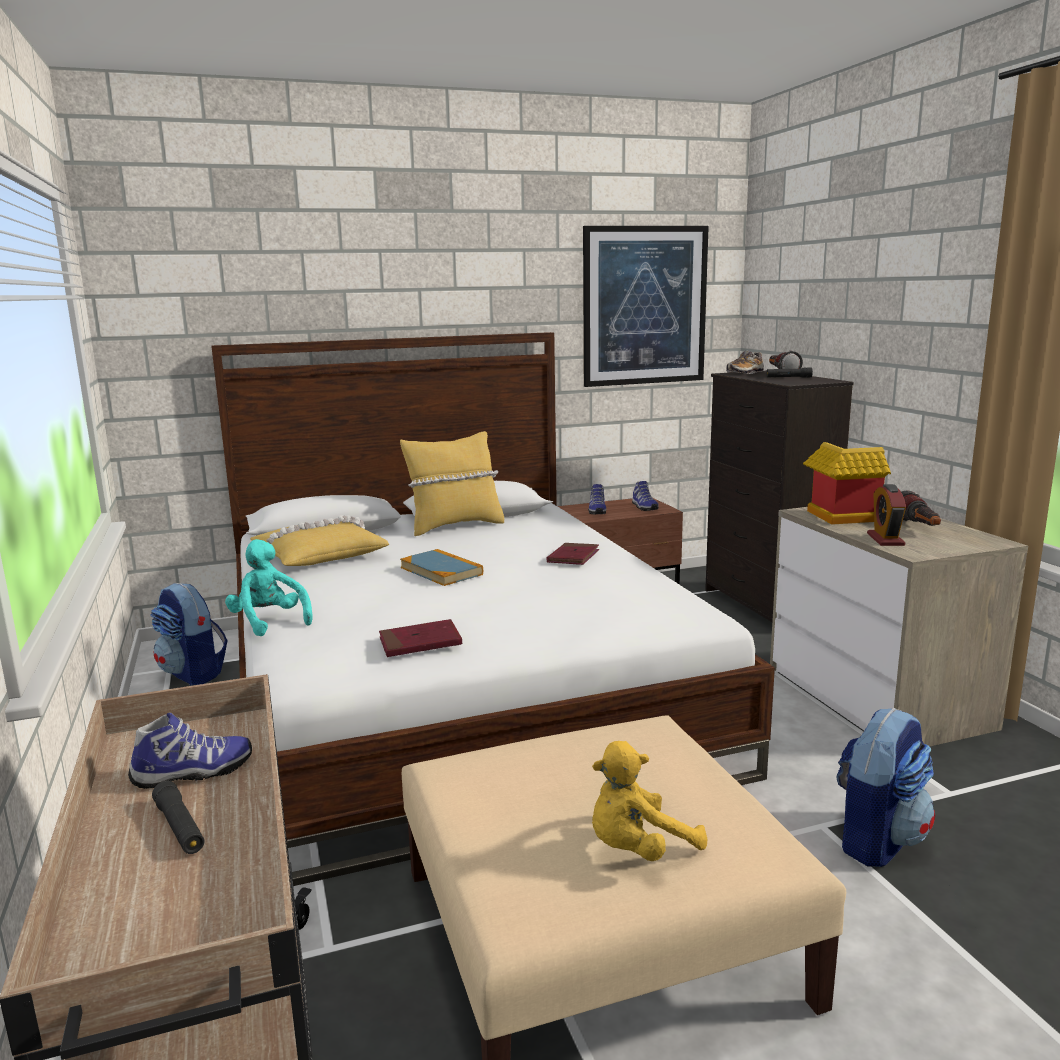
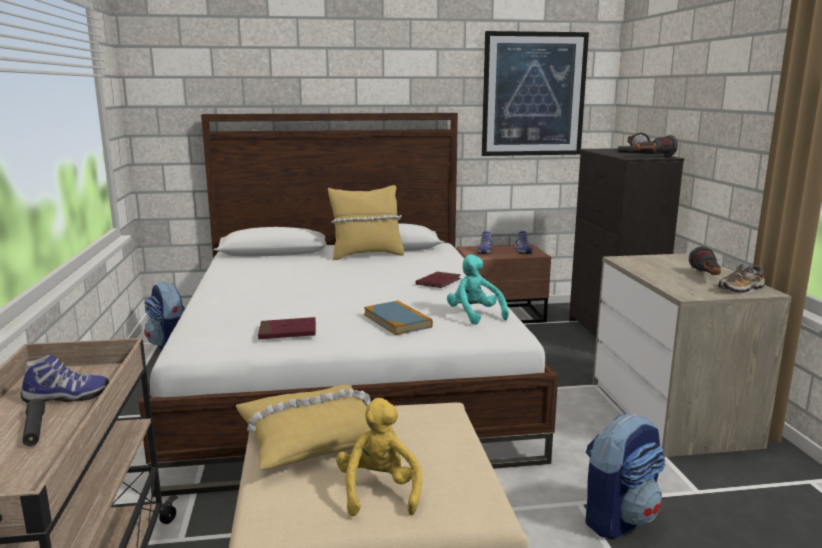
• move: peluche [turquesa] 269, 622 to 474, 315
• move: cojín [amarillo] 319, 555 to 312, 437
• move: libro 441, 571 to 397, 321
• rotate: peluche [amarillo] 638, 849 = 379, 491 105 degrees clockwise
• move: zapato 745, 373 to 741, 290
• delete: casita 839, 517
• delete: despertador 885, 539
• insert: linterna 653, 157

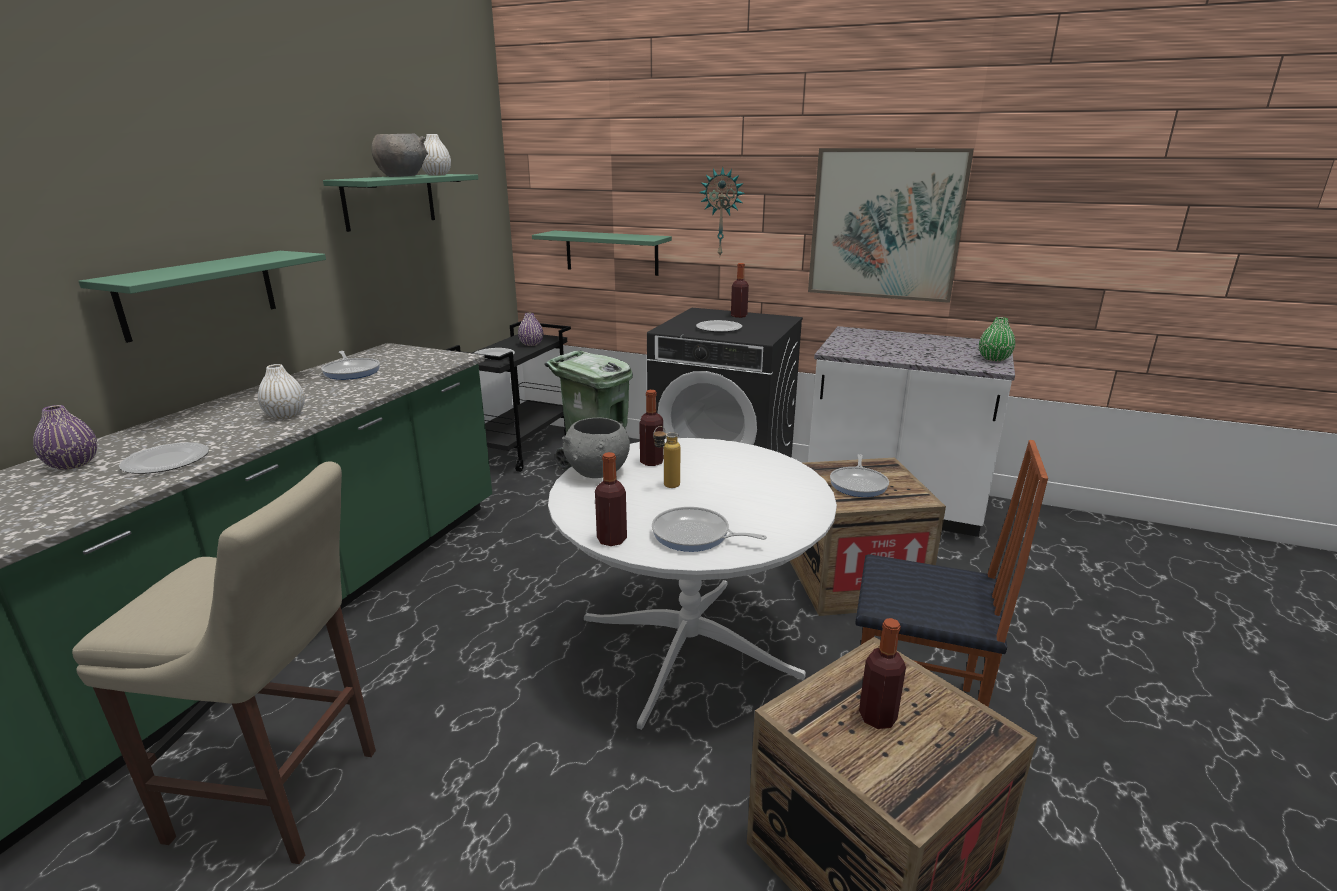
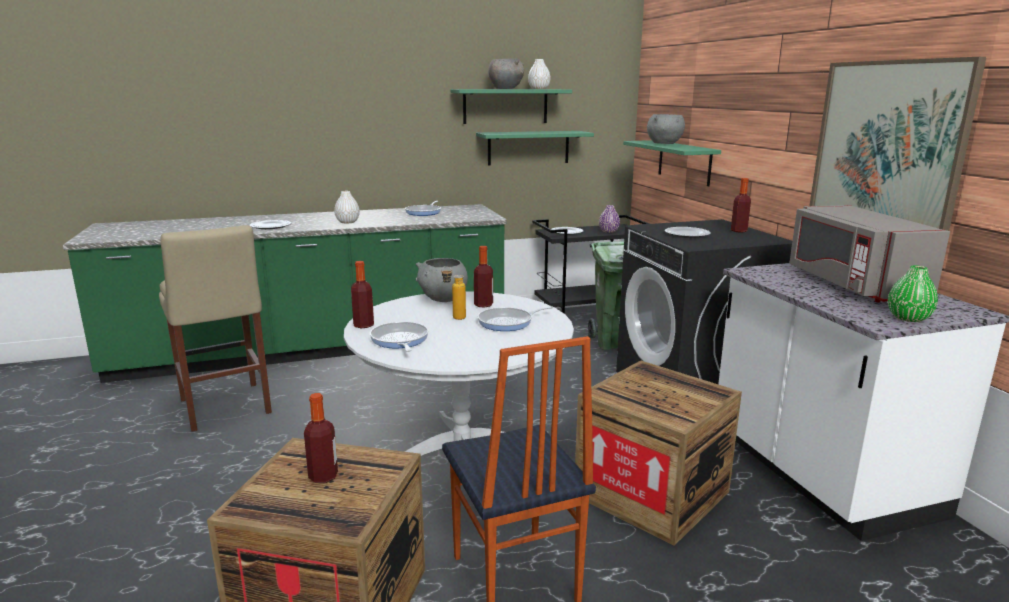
• delete: florero [morado] 73, 464
• move: estante [verde] 199, 294 to 528, 147
• delete: reloj de pared 722, 212
• move: sartén 859, 484 to 508, 322
• insert: cuenco [gris] 664, 144
• insert: microondas [gris] 852, 285

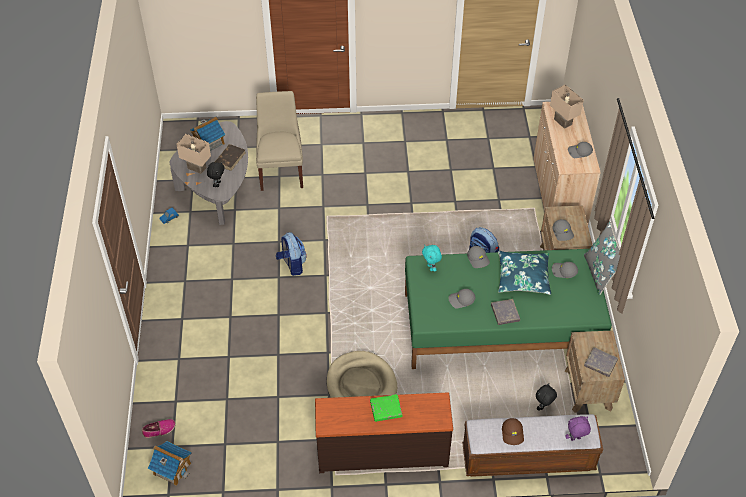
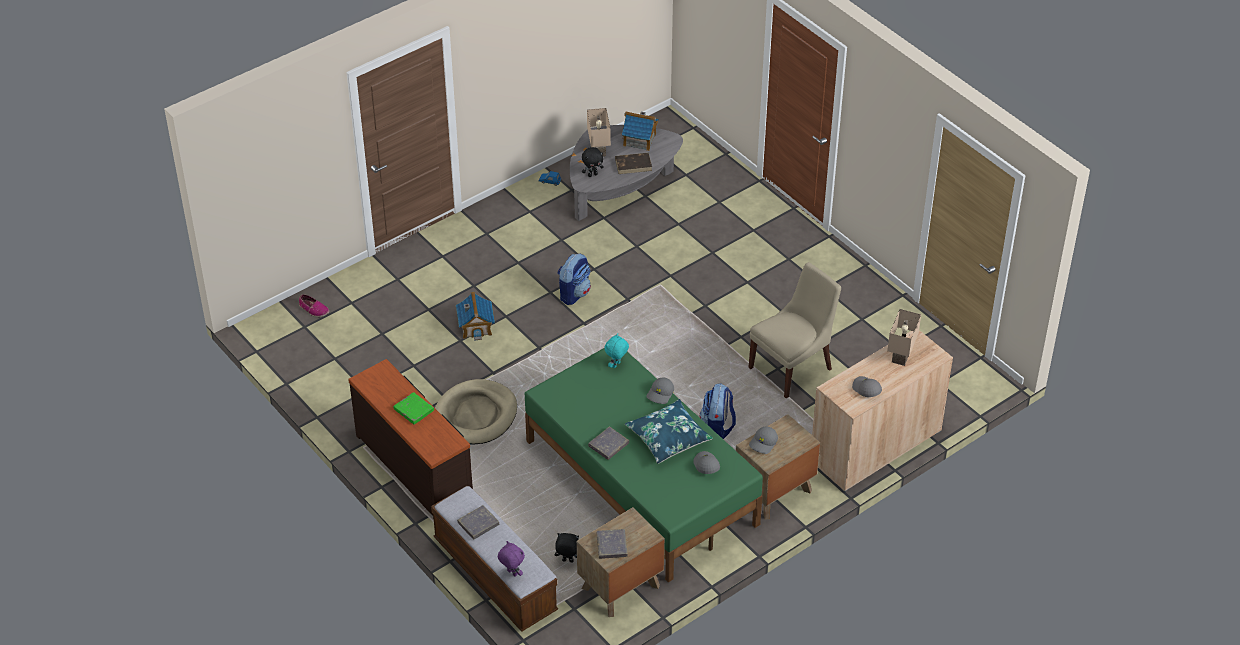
• move: casita 172, 468 to 476, 326
• move: silla [beis] 281, 170 to 792, 367
• delete: gorra [gris] 461, 300
• replace: gorra [marrón] 513, 434 to libro [gris] 478, 524
• delete: cojín [gris] 600, 273

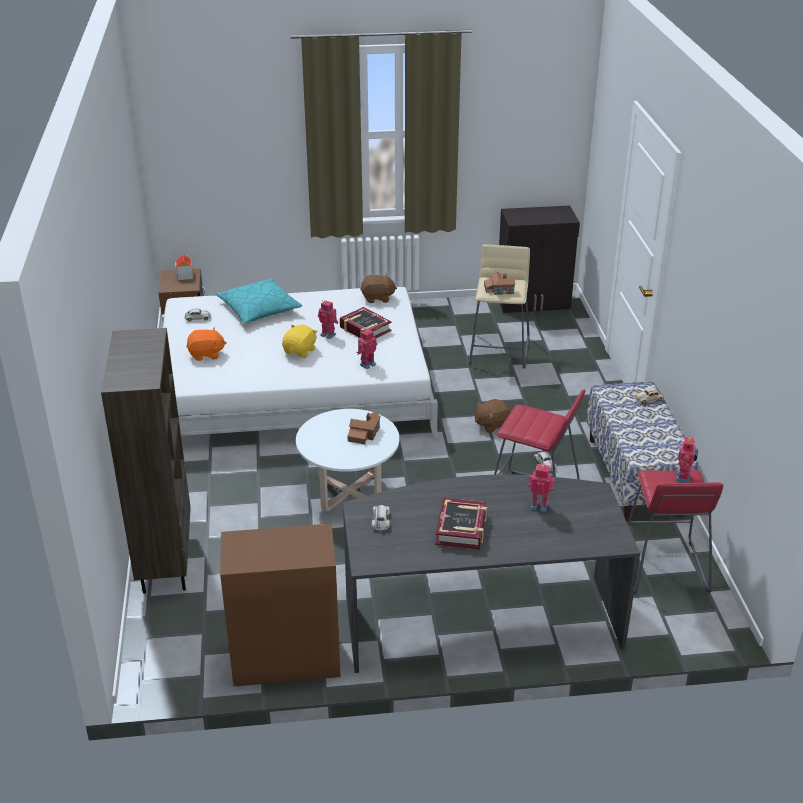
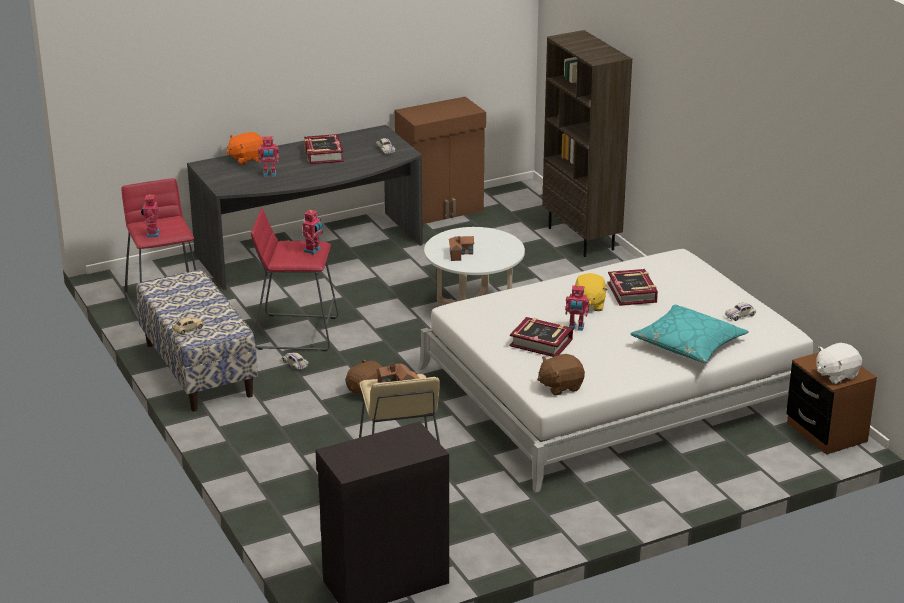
• replace: casita 185, 275 to peluche [blanco] 836, 375
• move: peluche [naranja] 206, 354 to 246, 159
• move: robot de juguete 367, 364 to 313, 250
• insert: libro 632, 293

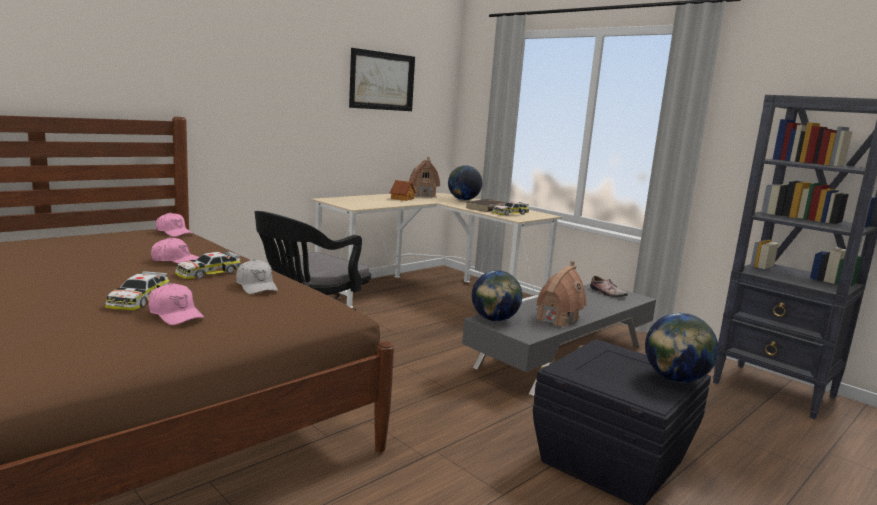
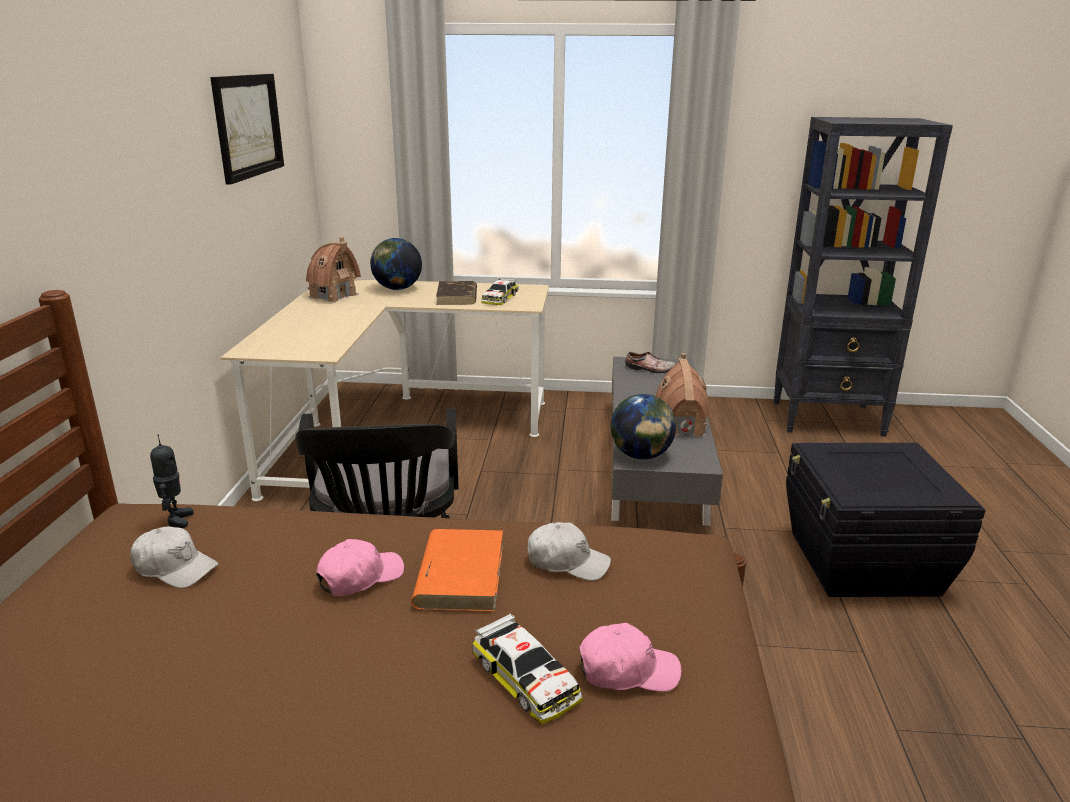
• replace: gorra [rosa] 174, 232 to robot de juguete 176, 520
• replace: coche de juguete 208, 273 to libro [naranja] 460, 574
• delete: casita 402, 198
• delete: globo terráqueo 675, 379
• insert: gorra [blanco] 174, 567

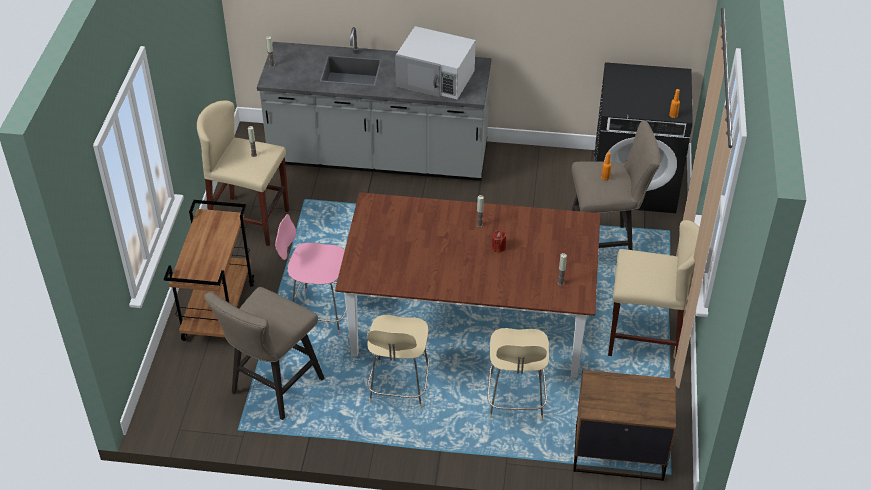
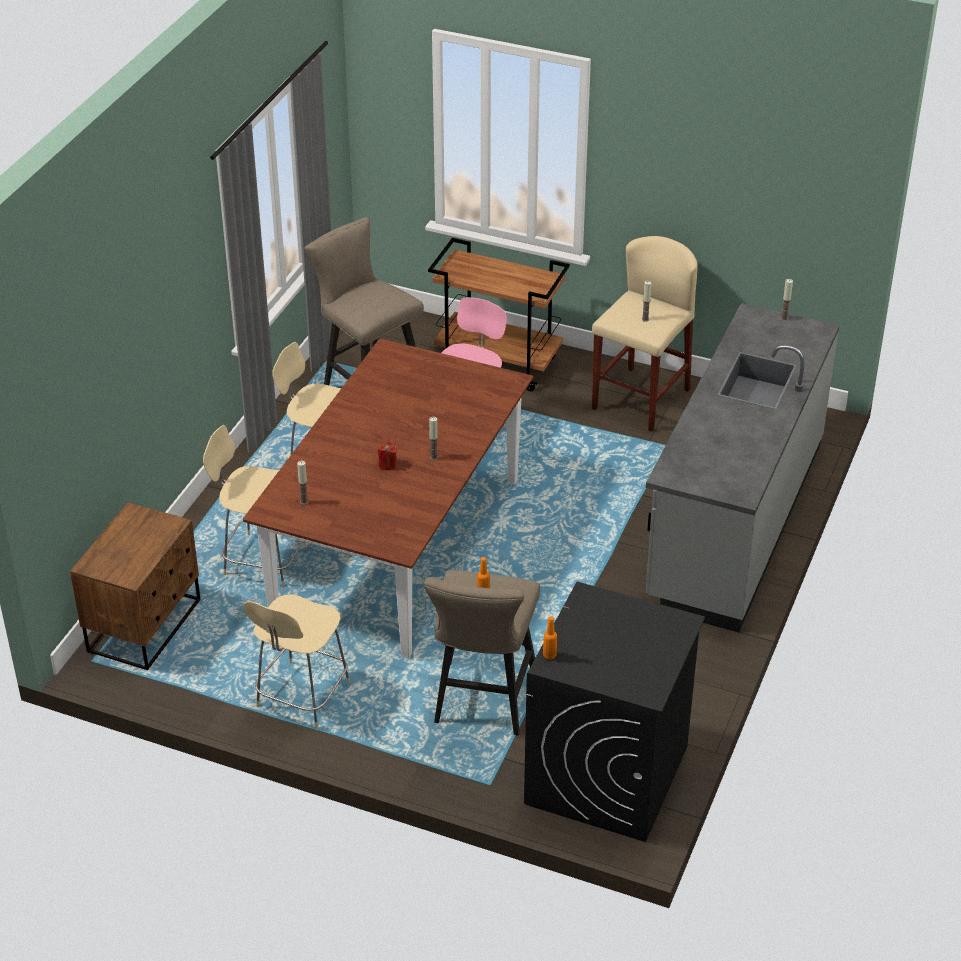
• delete: microondas [blanco] 436, 78
• replace: taburete [beis] 644, 338 to silla [beis] 301, 698

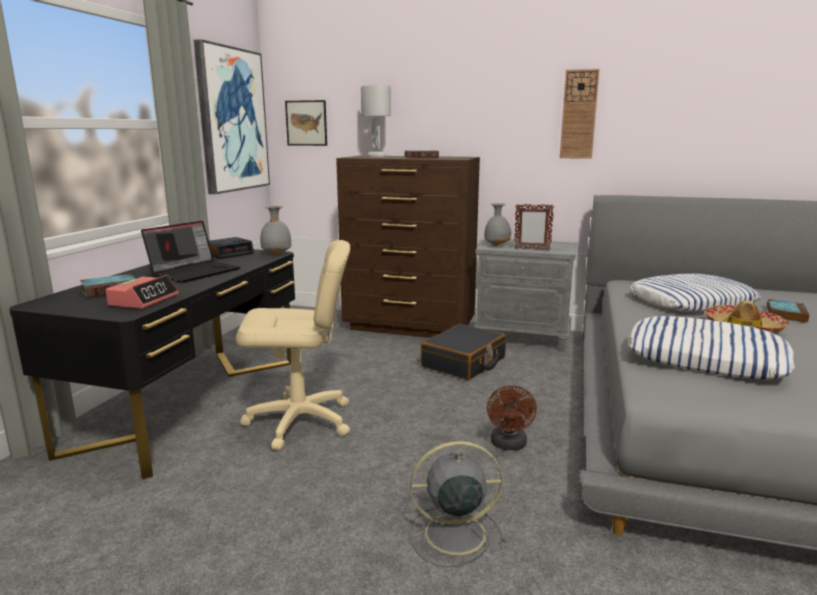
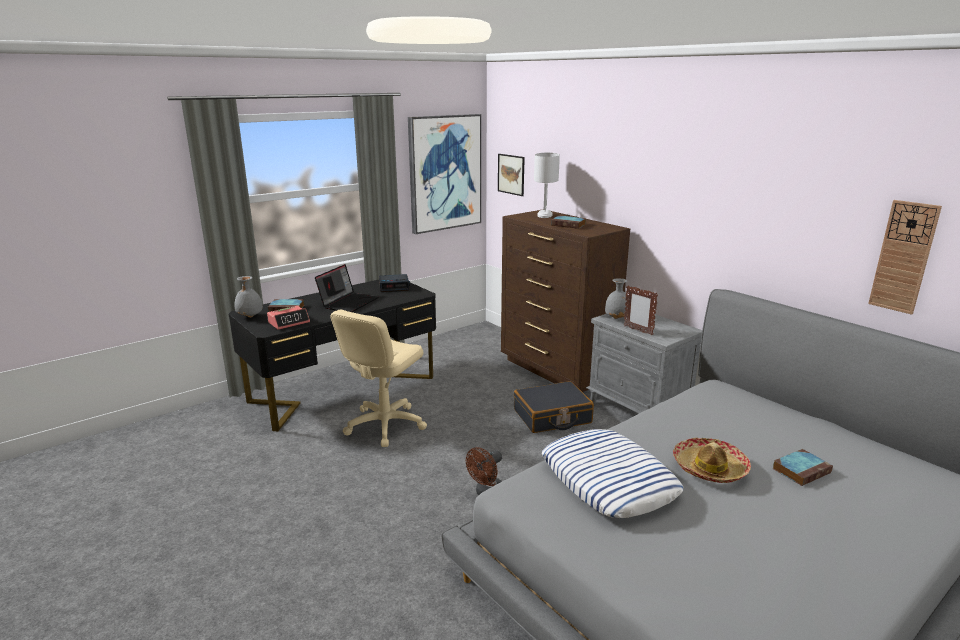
• rotate: portátil 195, 272 = 348, 302 45 degrees counterclockwise
• rotate: silla de oficina [beis] 300, 421 = 385, 425 90 degrees clockwise
• move: florero [gris] 276, 254 to 249, 316
• delete: ventilador [gris] 452, 534
• move: reloj de pared 579, 114 to 903, 257
• delete: cojín 691, 302

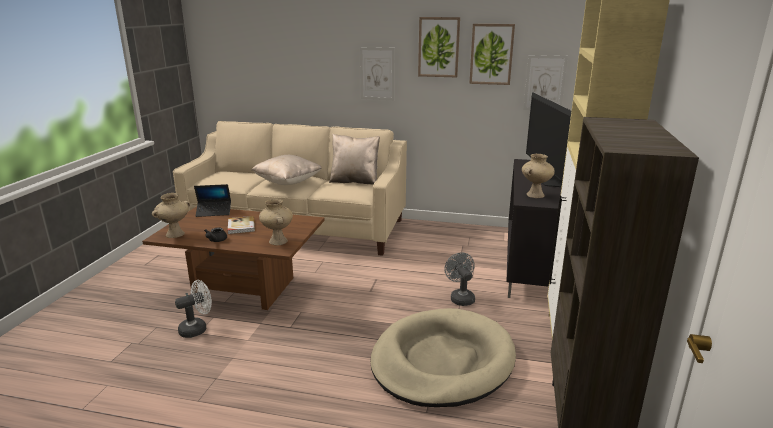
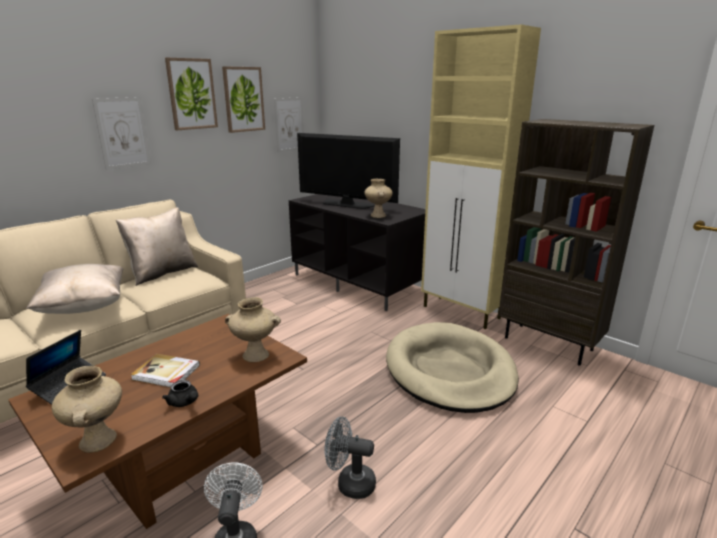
• move: ventilador [gris] 460, 297 to 350, 483

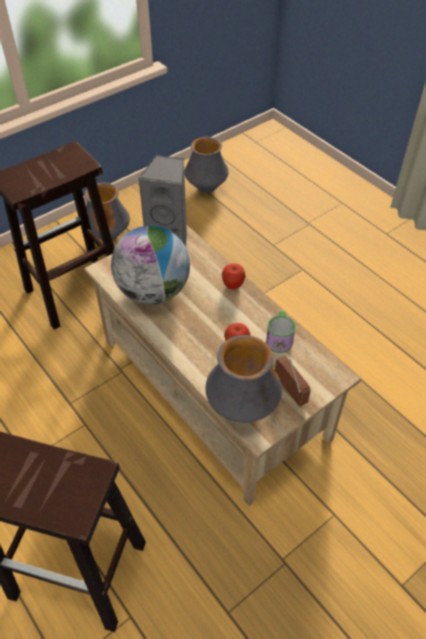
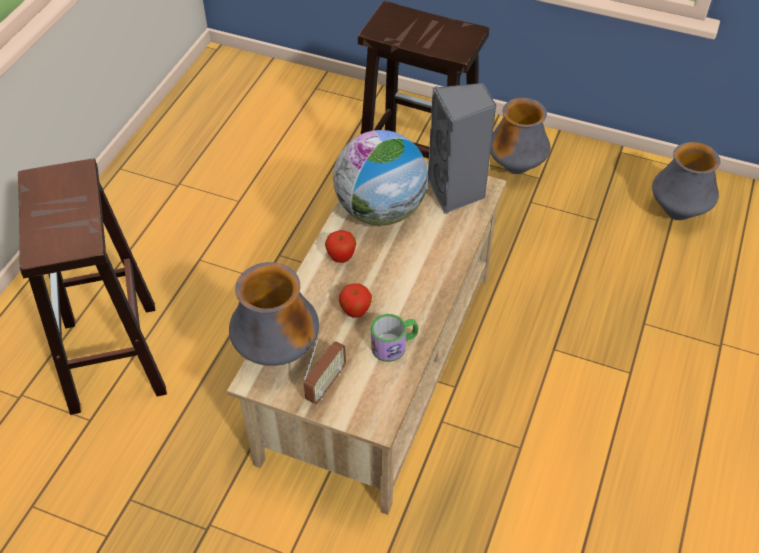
• move: manzana 233, 286 to 341, 258

